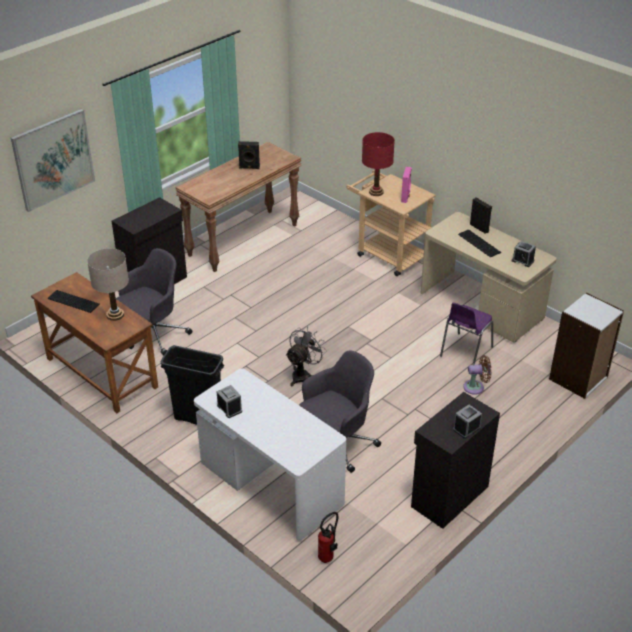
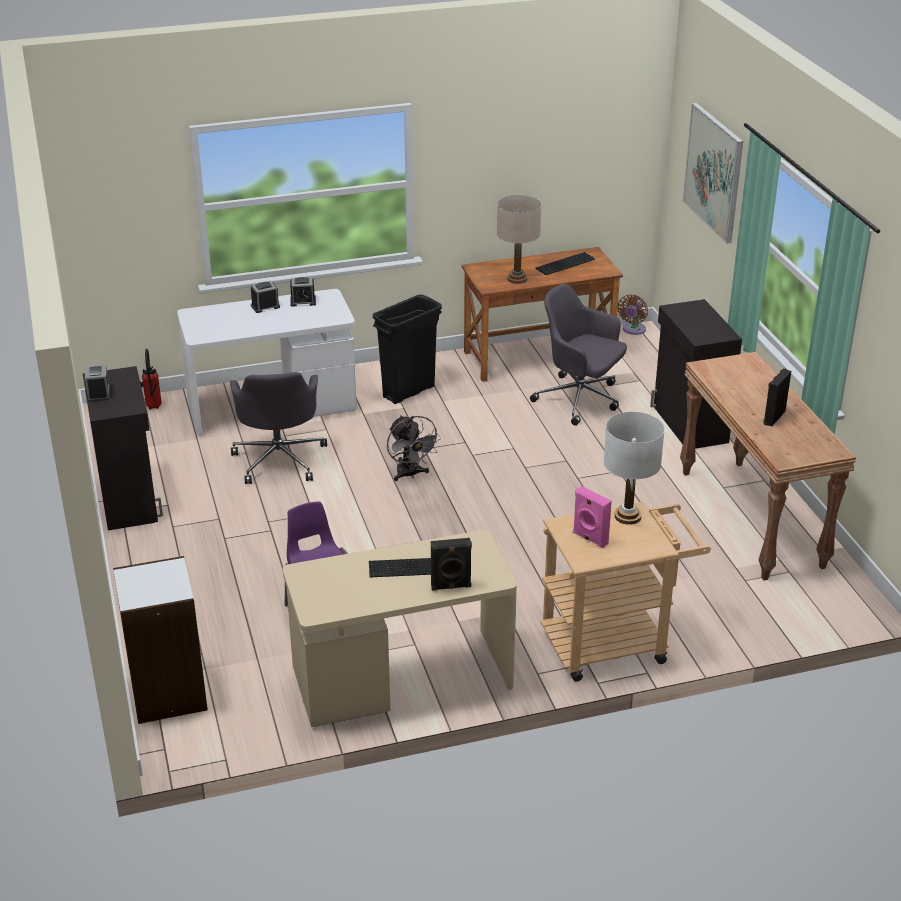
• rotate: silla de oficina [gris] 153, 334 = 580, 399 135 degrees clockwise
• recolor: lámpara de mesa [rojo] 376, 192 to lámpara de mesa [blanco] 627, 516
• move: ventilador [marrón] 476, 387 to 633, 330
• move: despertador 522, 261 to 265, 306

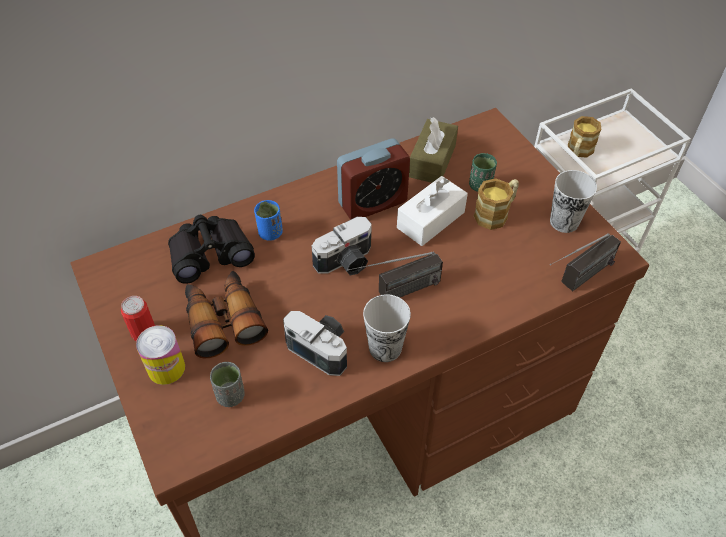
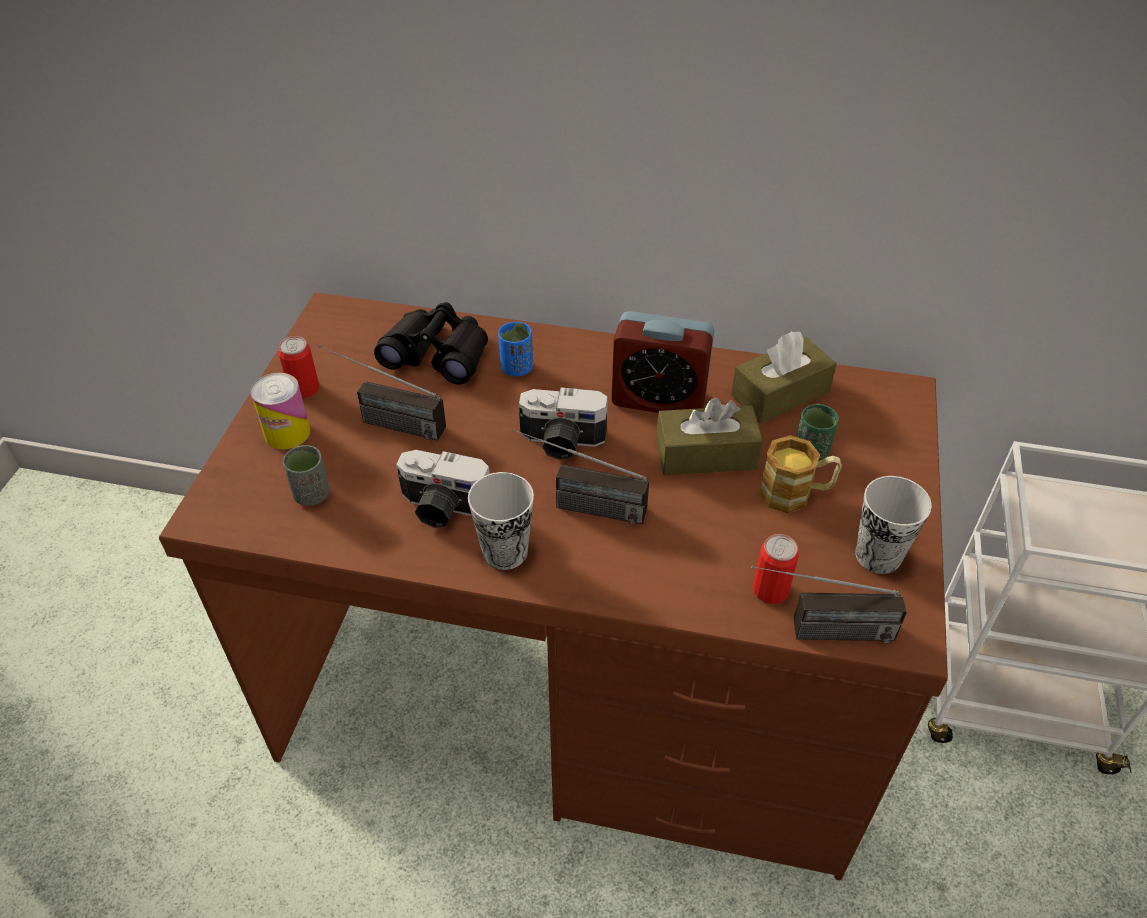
• replace: prismáticos 223, 319 to radio 383, 421
• rotate: cámara 321, 347 = 442, 508 120 degrees clockwise
• recolor: caja de pañuelos [blanco] 430, 220 to caja de pañuelos [marrón] 706, 454
• delete: taza grande 578, 152
• insert: lata 770, 590

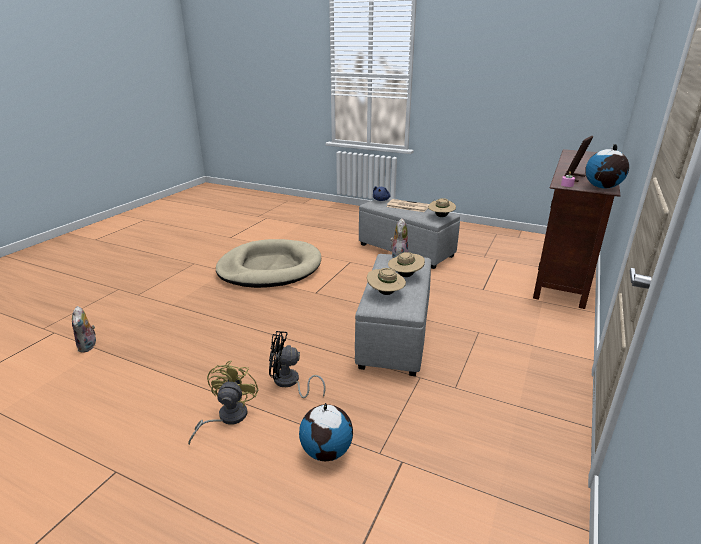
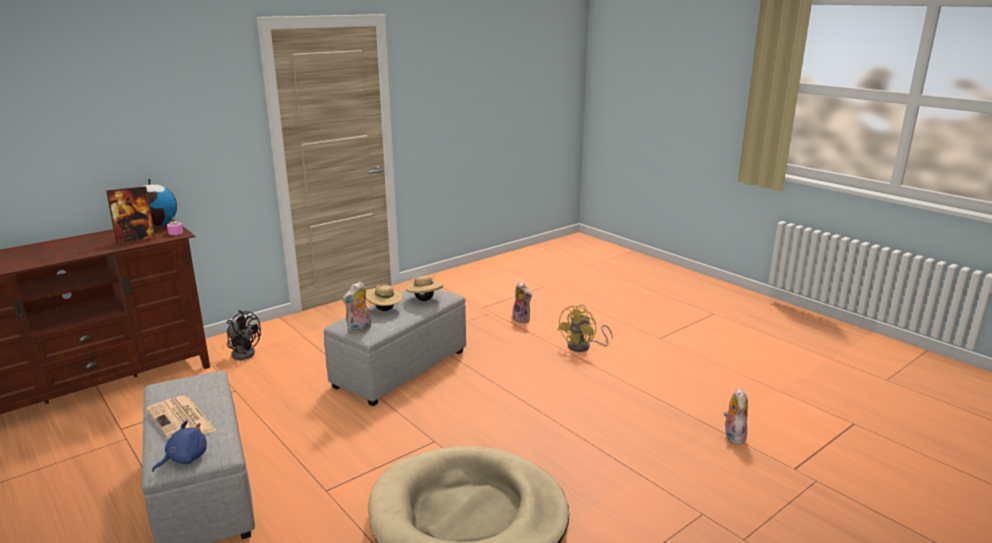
• move: ventilador [negro] 289, 383 to 243, 352
• replace: globo terráqueo 327, 451 to peluche 522, 319
• delete: sombrero [beis] 440, 216

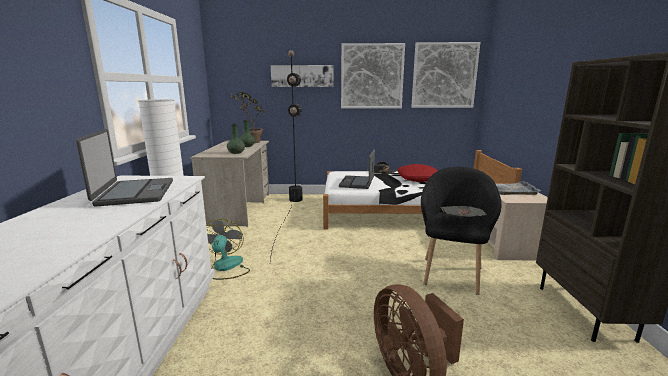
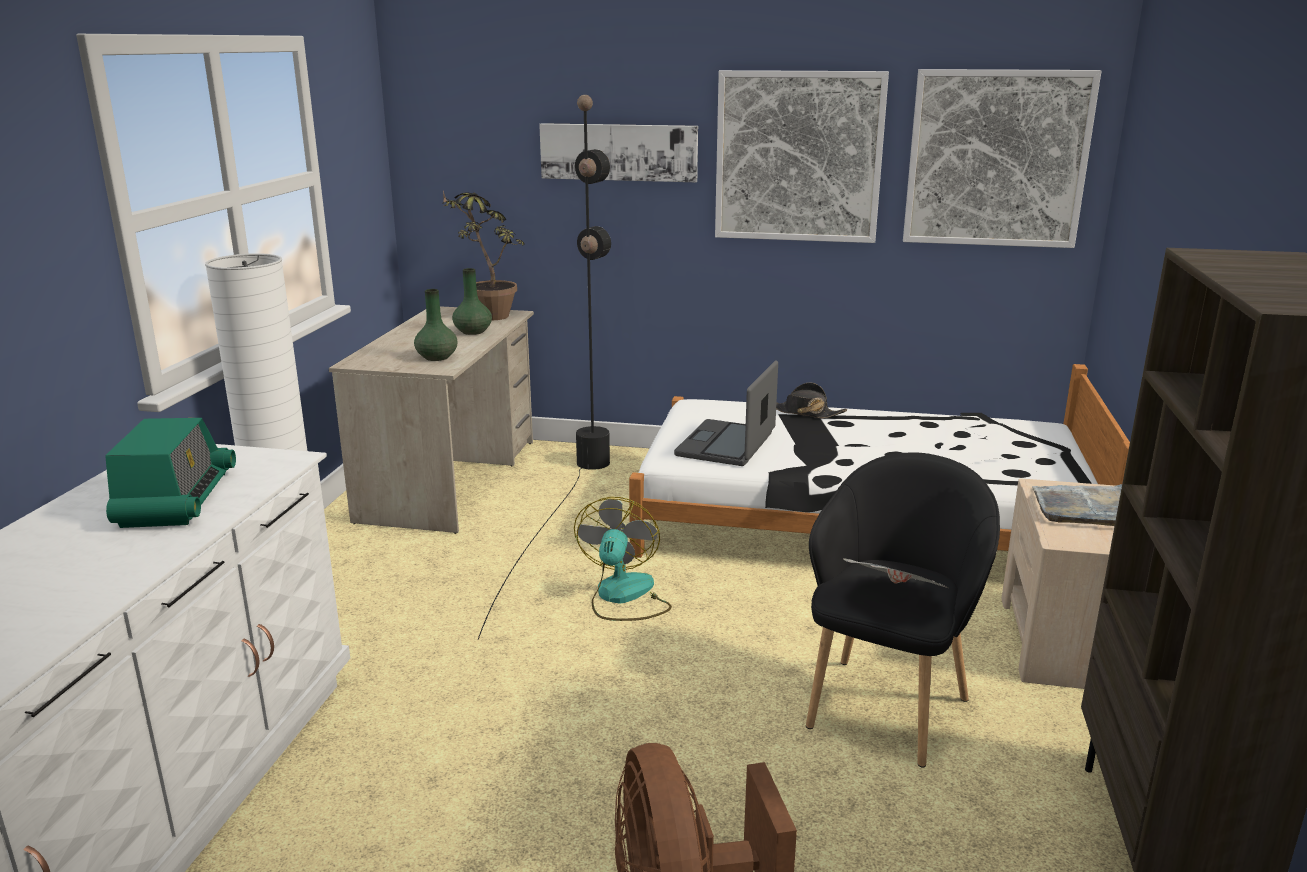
• replace: portátil 135, 193 to radio 176, 499
• move: ventilador 226, 268 to 623, 597
• delete: cojín [rojo] 419, 179

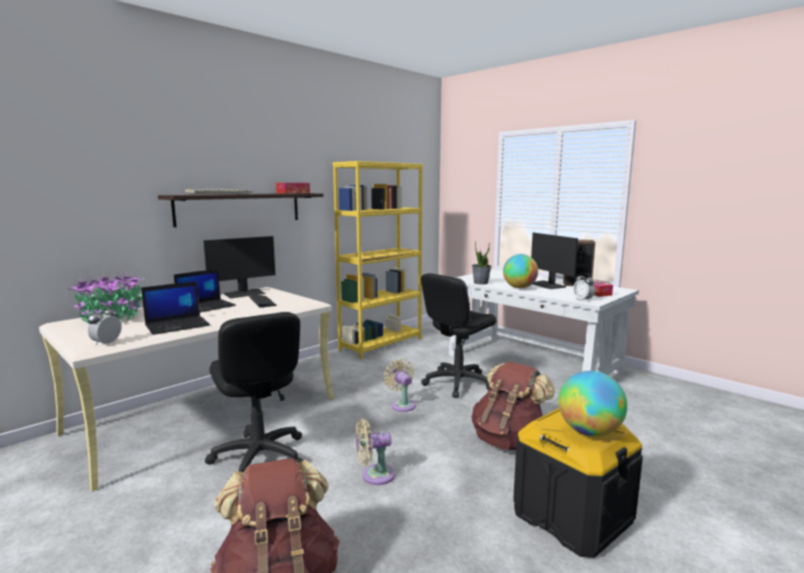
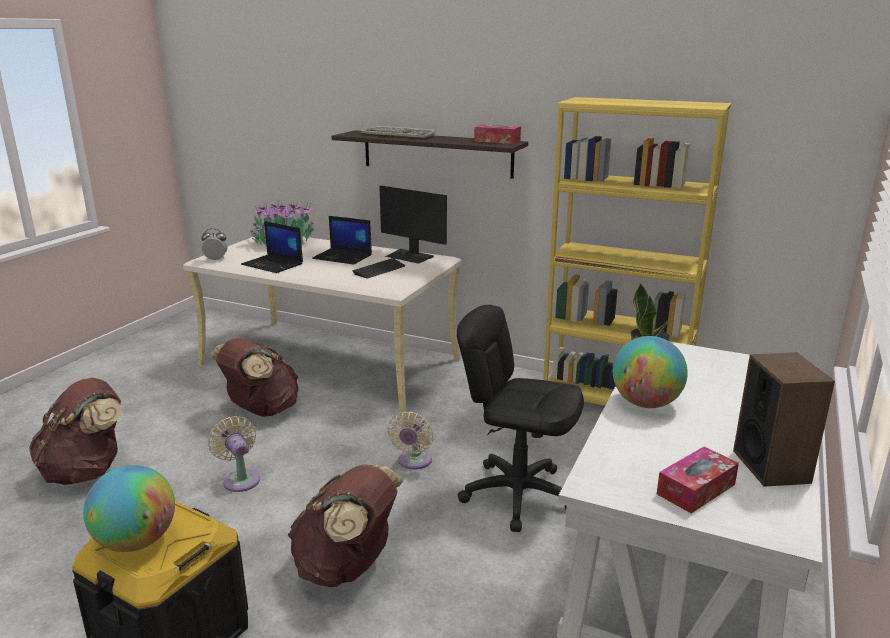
• replace: silla de oficina [negro] 259, 457 to mochila [marrón] 261, 410
• rotate: ventilador [beis] 402, 404 = 413, 462 150 degrees clockwise
• delete: monitor 547, 285
• delete: despertador 583, 300

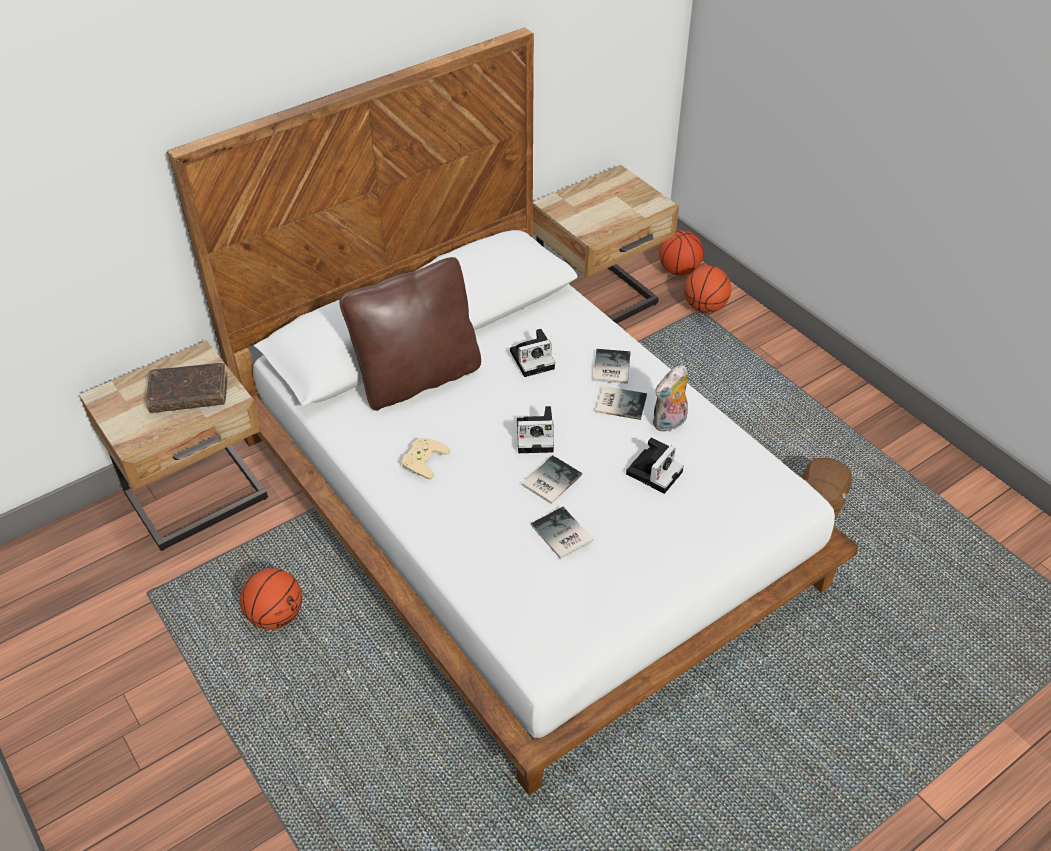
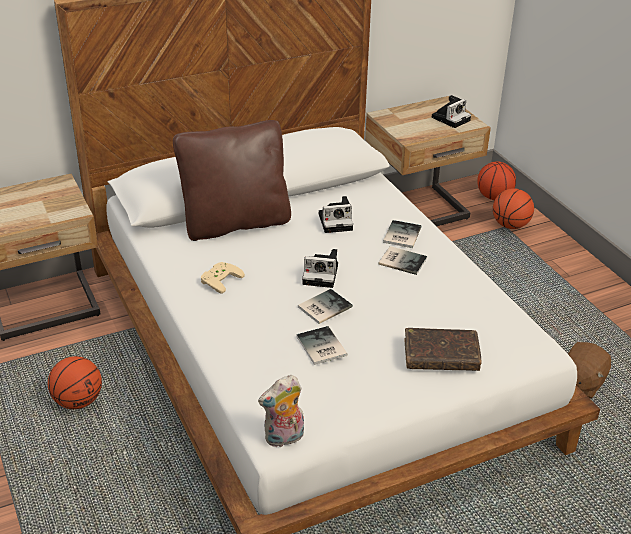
• move: libro [marrón] 189, 394 to 441, 357
• move: cámara 654, 471 to 451, 118
• move: peluche 669, 423 to 284, 439

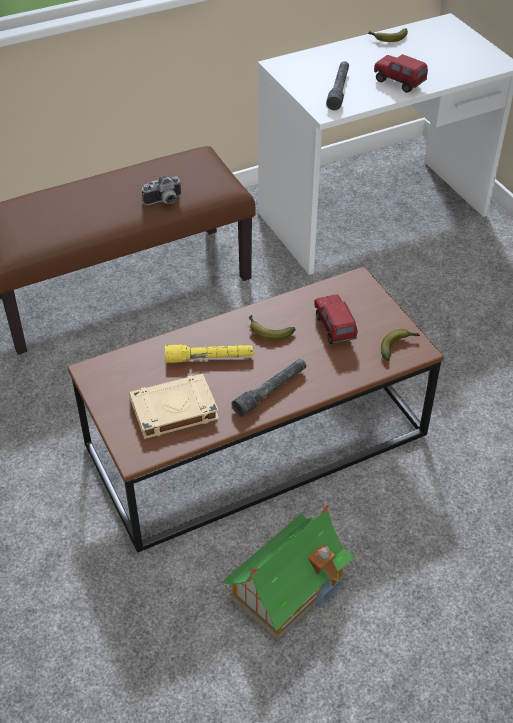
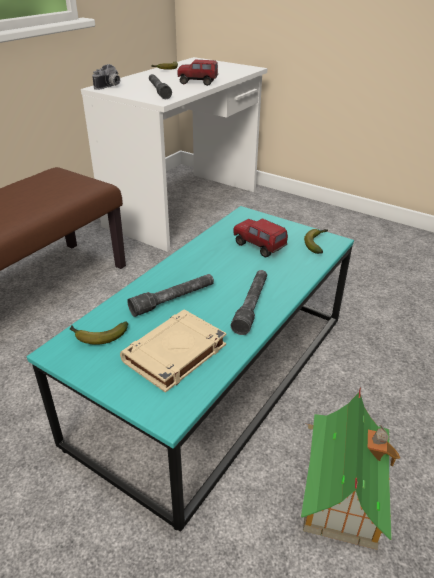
• recolor: mesa de centro [marrón] 256, 441 to mesa de centro [turquesa] 216, 376
• move: cámara 164, 201 to 110, 87
• recolor: linterna [amarillo] 209, 358 to linterna [gris] 173, 300
• move: plátano 268, 331 to 97, 336

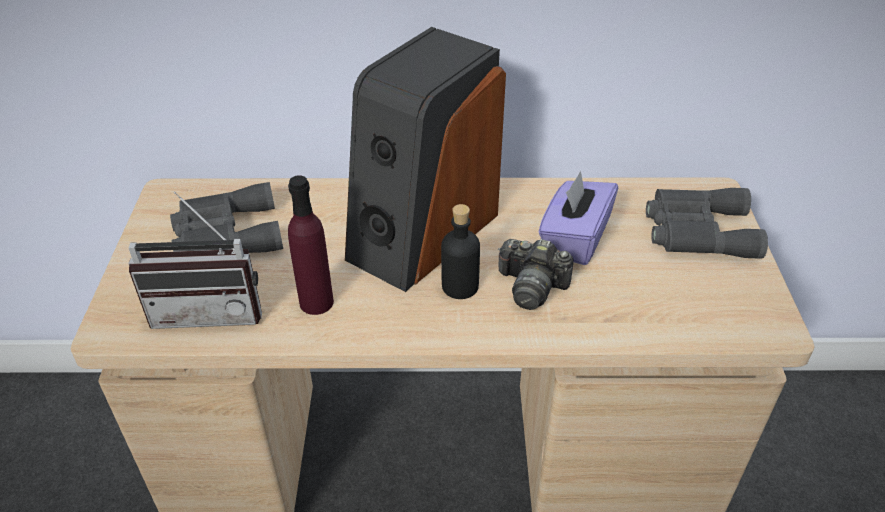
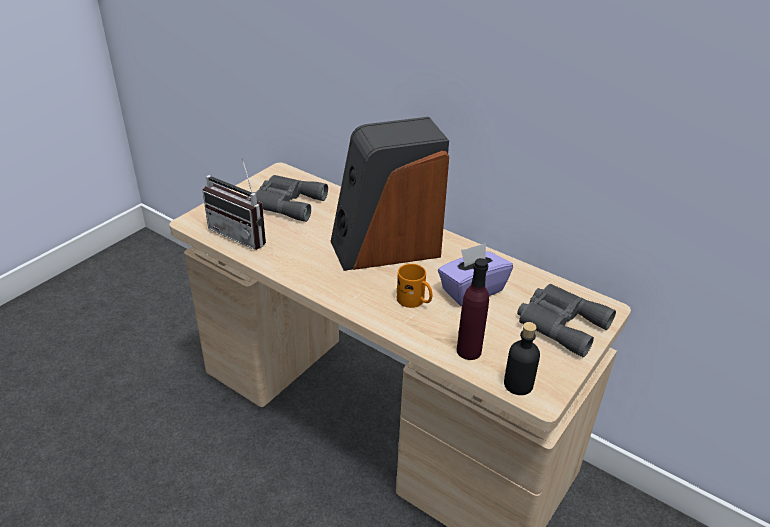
• move: botella [morado] 316, 302 to 469, 351
• move: botella [negro] 460, 286 to 518, 384
• replace: cámara 531, 287 to taza grande [naranja] 415, 301

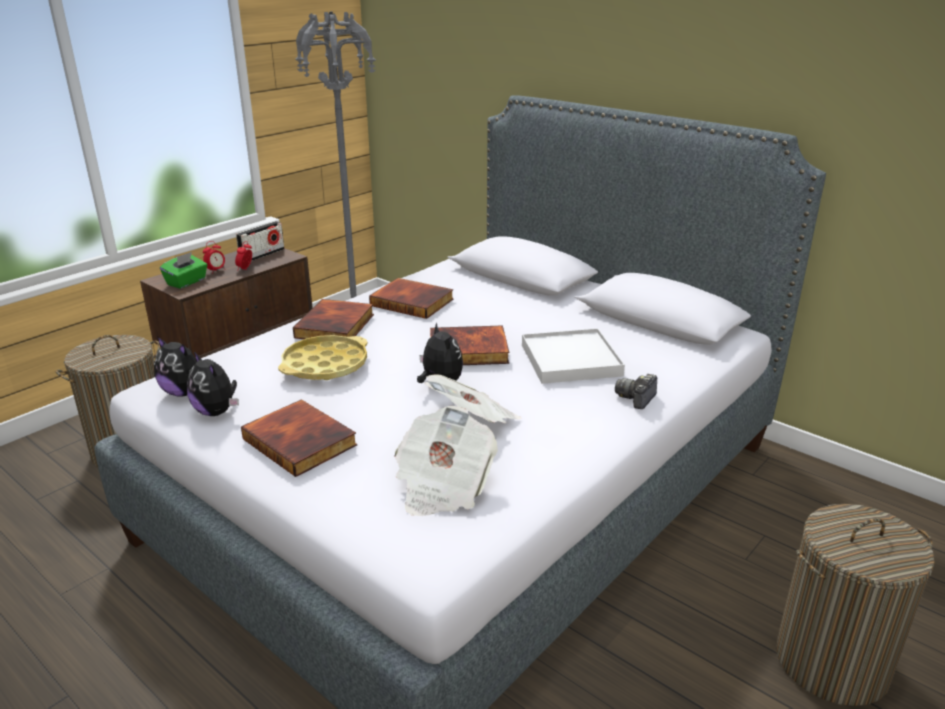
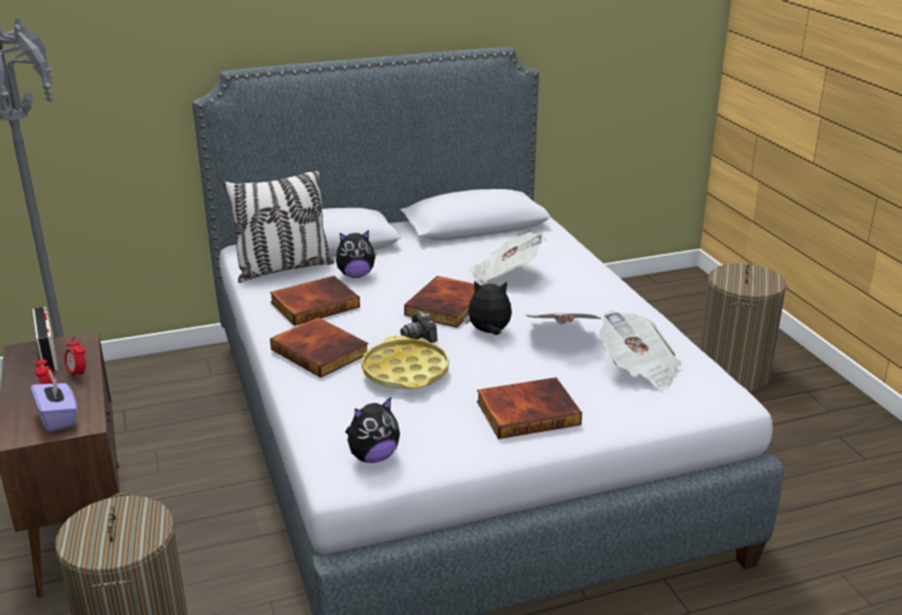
• recolor: caja de pañuelos [verde] 187, 282 to caja de pañuelos [morado] 58, 418
• move: peluche 217, 412 to 356, 275
• replace: bandeja [blanco] 570, 360 to periódico 505, 274
• move: cámara 637, 398 to 419, 337
• insert: cojín 283, 269

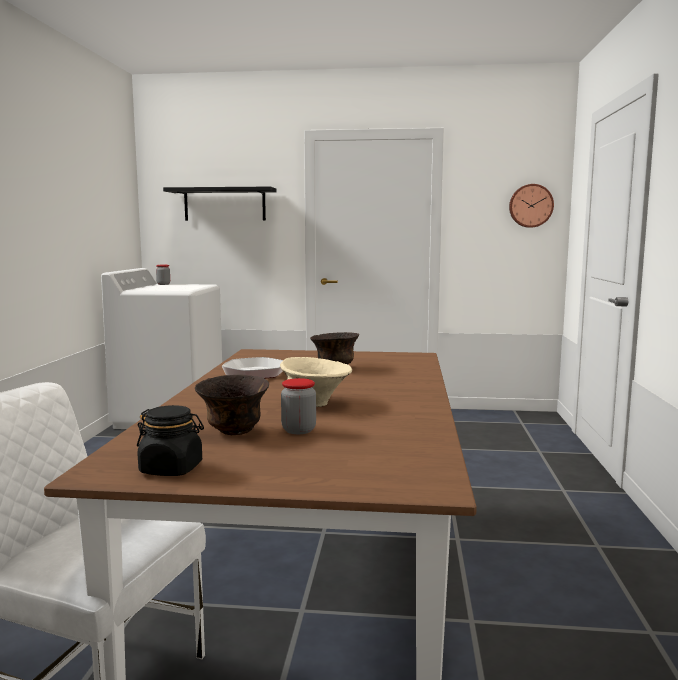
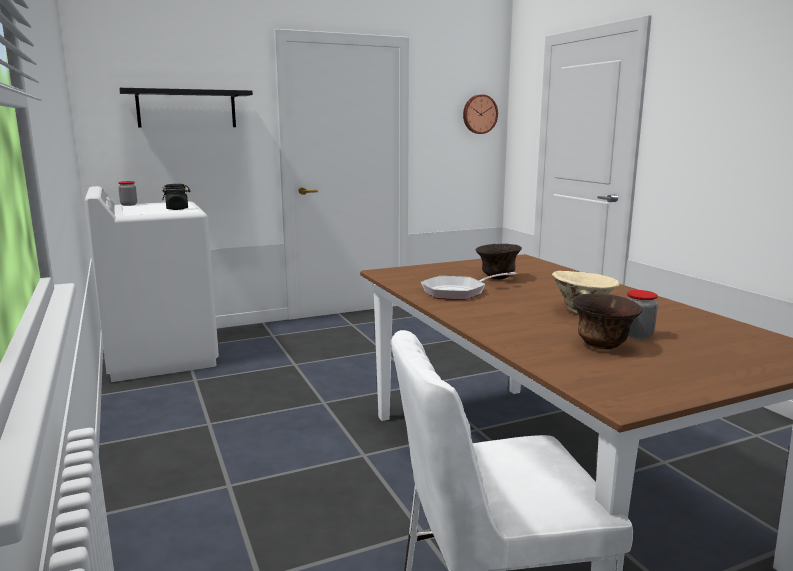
• move: tarro [negro] 171, 469 to 177, 209

